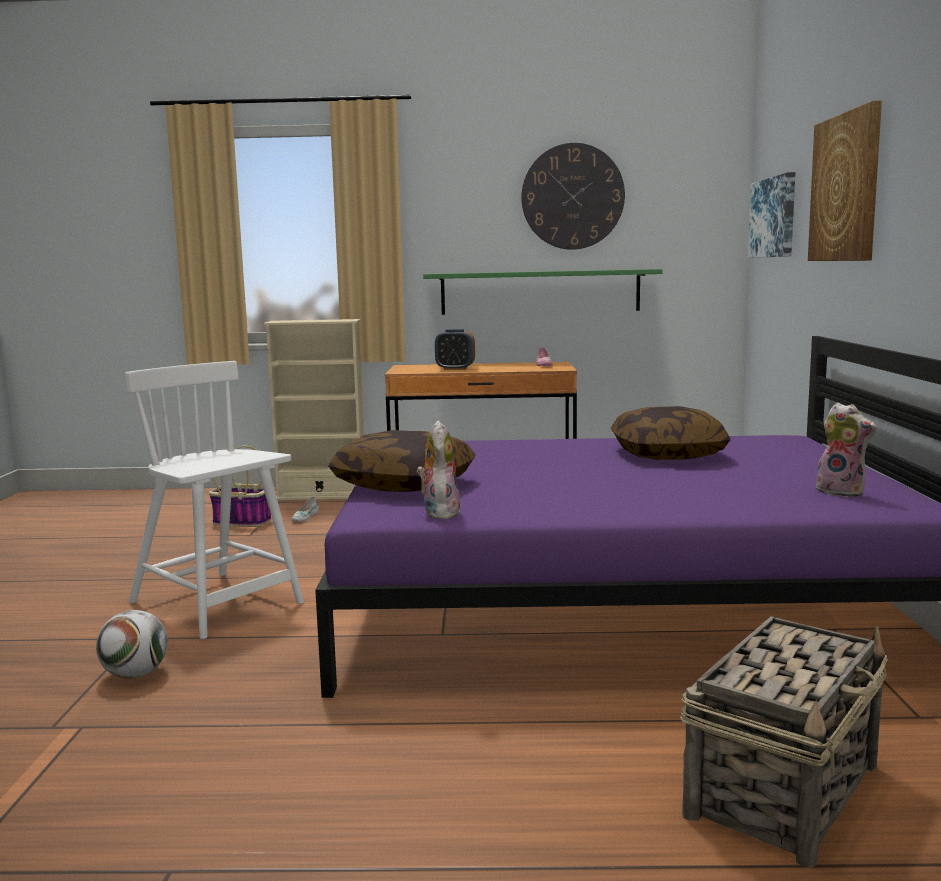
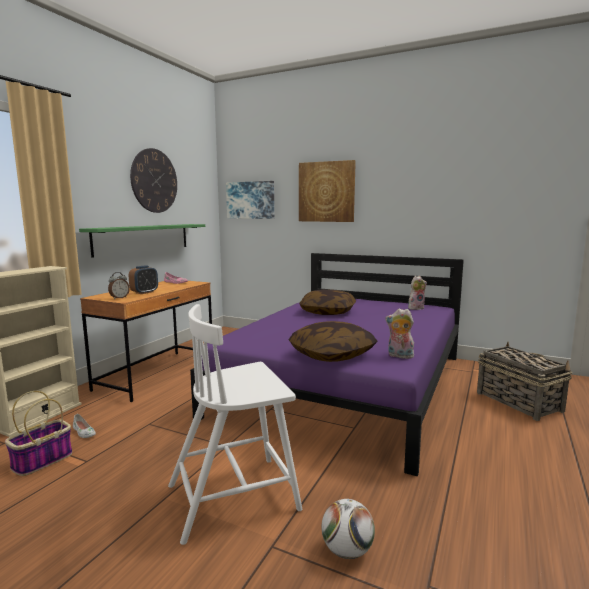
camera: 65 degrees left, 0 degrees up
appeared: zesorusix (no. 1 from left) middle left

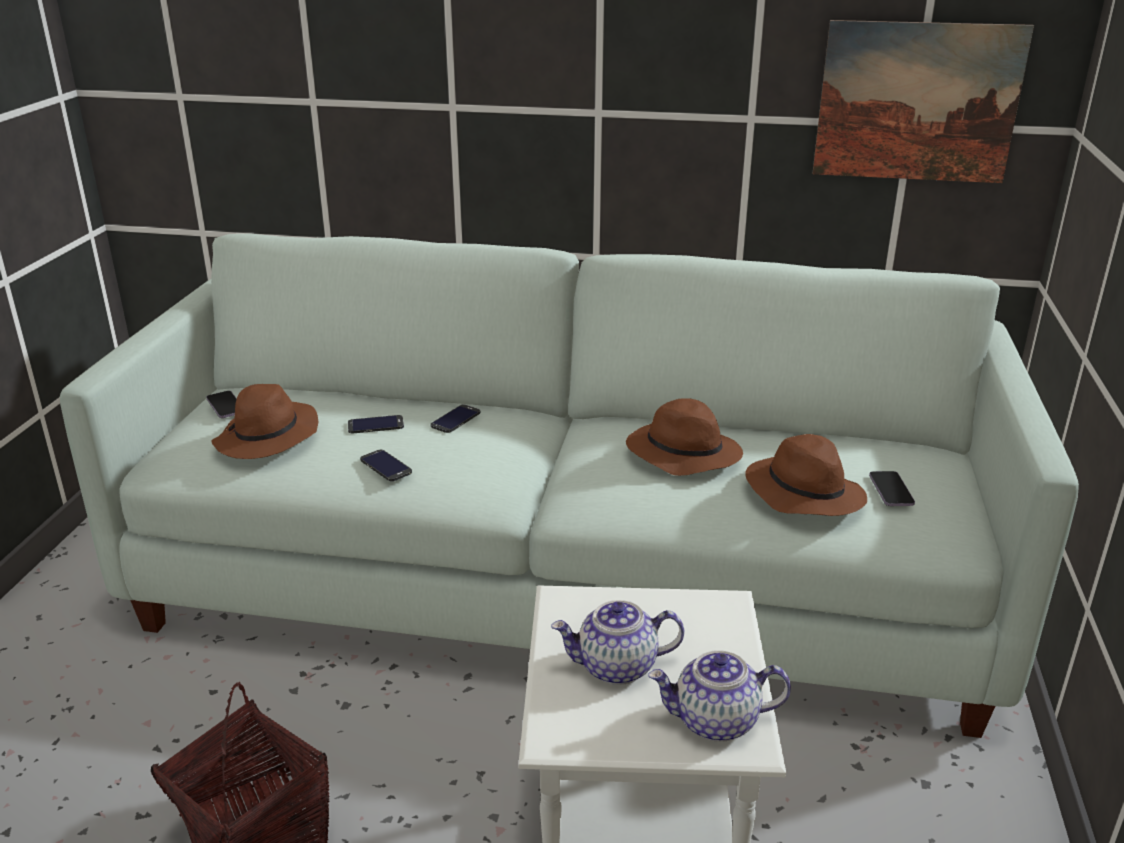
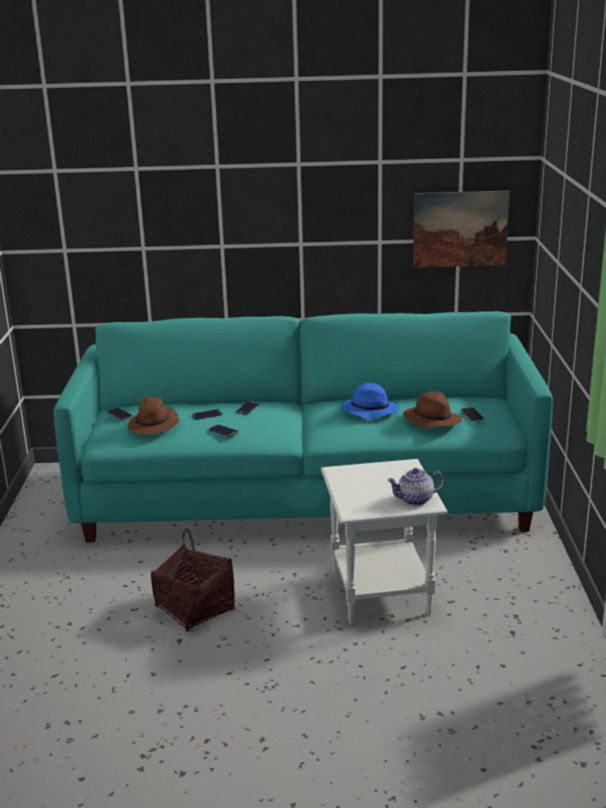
camera: 10 degrees left, 5 degrees down
missing: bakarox (no. 1 from left) bottom centre
colour: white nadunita centre to turquoise nadunita centre; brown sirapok (no. 2 from left) centre to blue sirapok centre

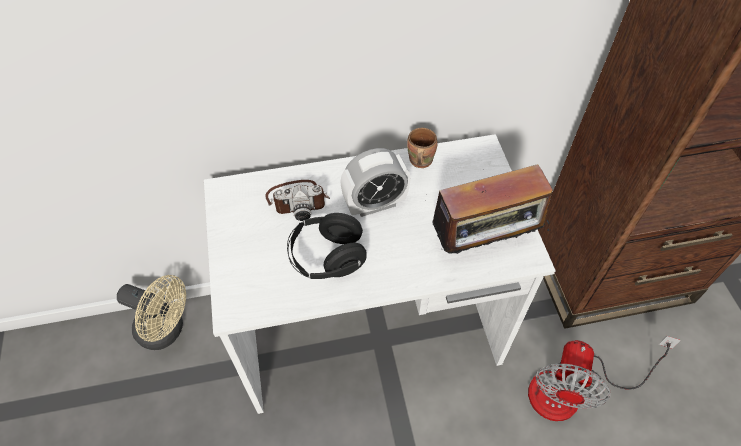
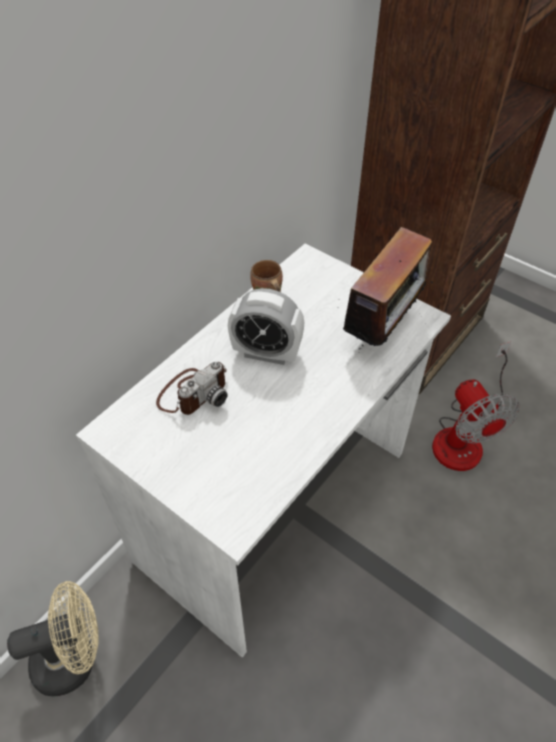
camera: 40 degrees left, 5 degrees down
missing: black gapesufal centre
spun: zesorusix centre = centre 75 degrees clockwise

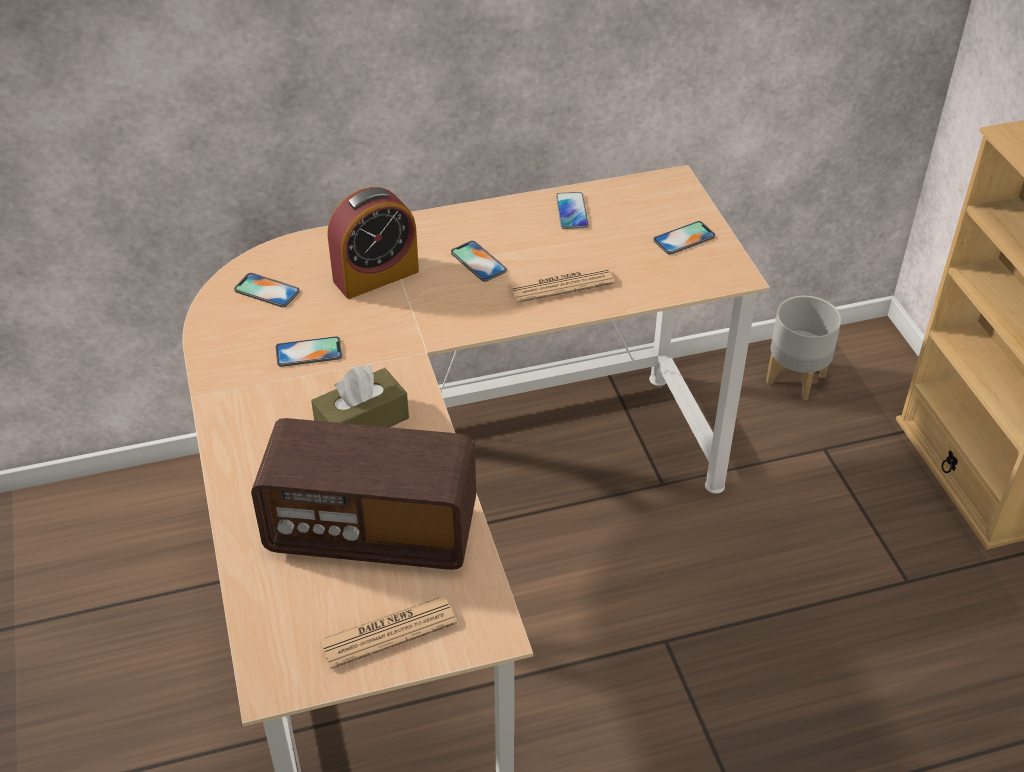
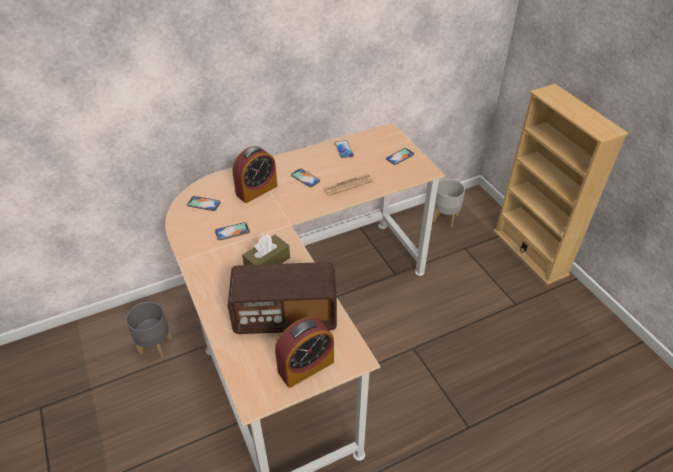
camera: 10 degrees left, 0 degrees up
appeared: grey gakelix (no. 1 from left) bottom left
exchanged: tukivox (no. 1 from left) bottom centre to zesorusix (no. 2 from left) bottom centre

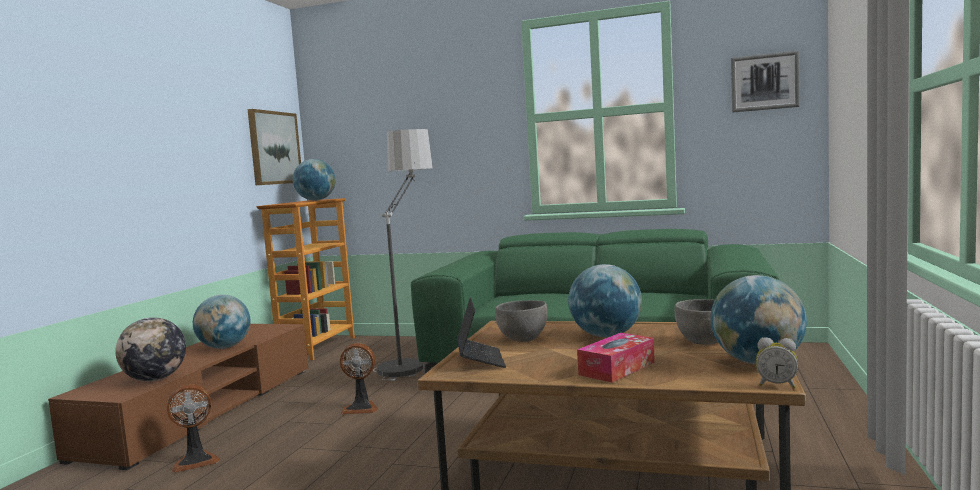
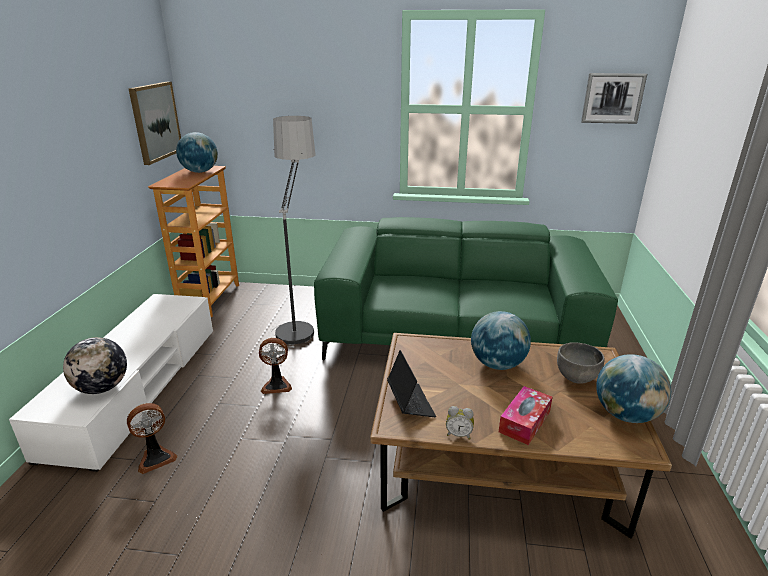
camera: 10 degrees left, 20 degrees up
missing: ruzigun (no. 2 from left) middle left; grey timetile (no. 1 from left) centre
relocated: zesorusix bottom right to bottom centre
colour: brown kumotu bottom left to white kumotu middle left

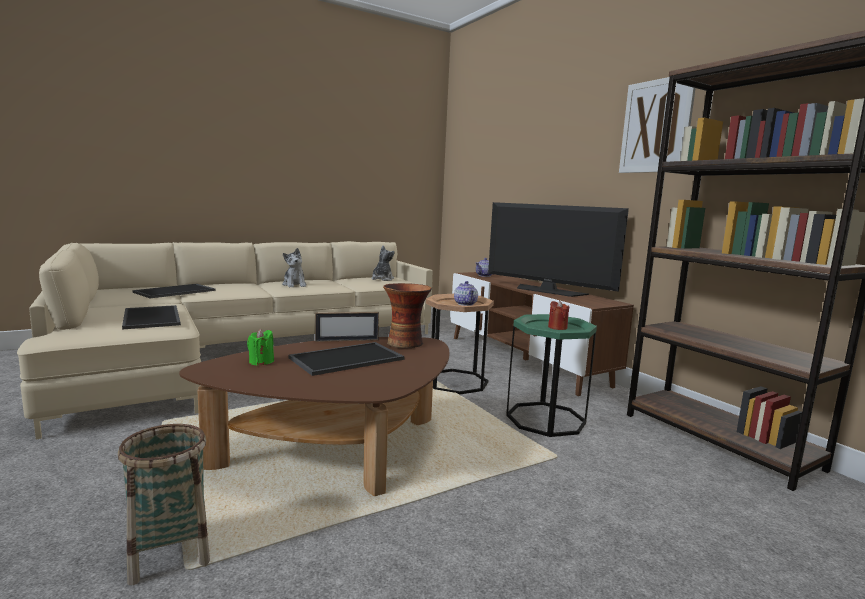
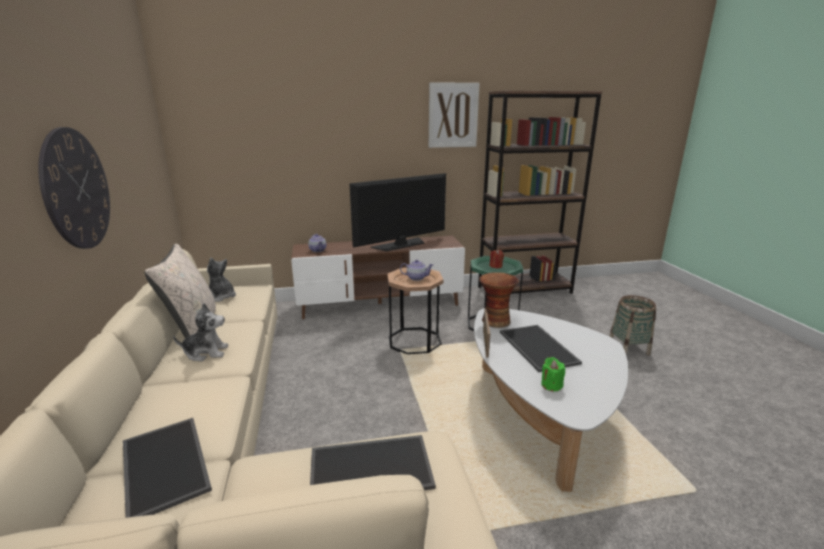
camera: 70 degrees left, 10 degrees up
appeared: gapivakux middle left; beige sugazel middle left
relocated: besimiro bottom left to middle right
colour: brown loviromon bottom centre to white loviromon bottom right

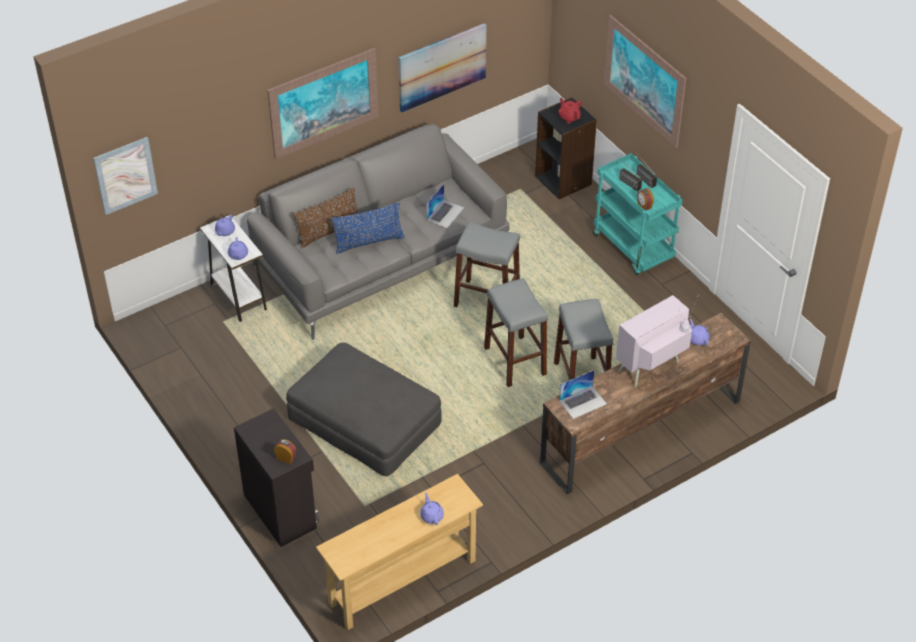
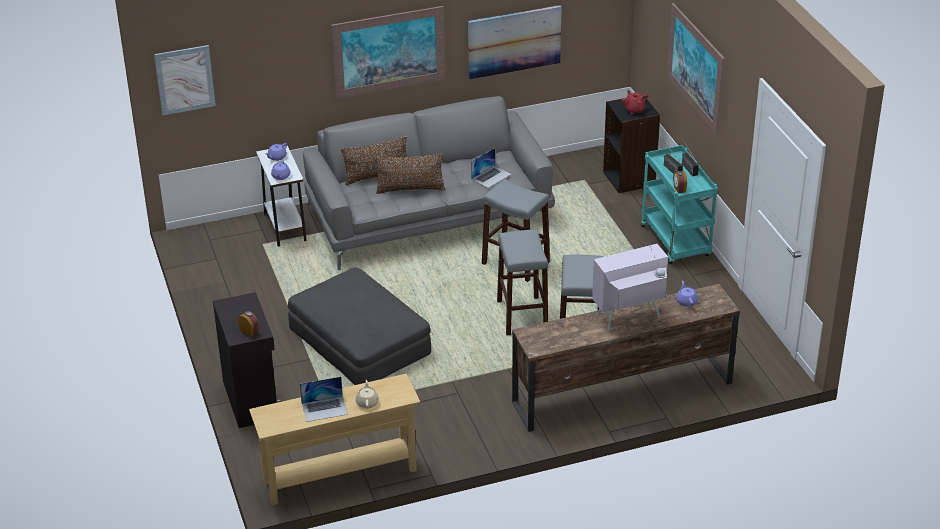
camera: 15 degrees right, 10 degrees down
relocated: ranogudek (no. 2 from left in the first image) centre to ranogudek (no. 1 from left) bottom centre
colour: blue sugazel centre to brown sugazel (no. 2 from left) top centre; purple bakarox (no. 3 from left) bottom centre to beige bakarox bottom centre

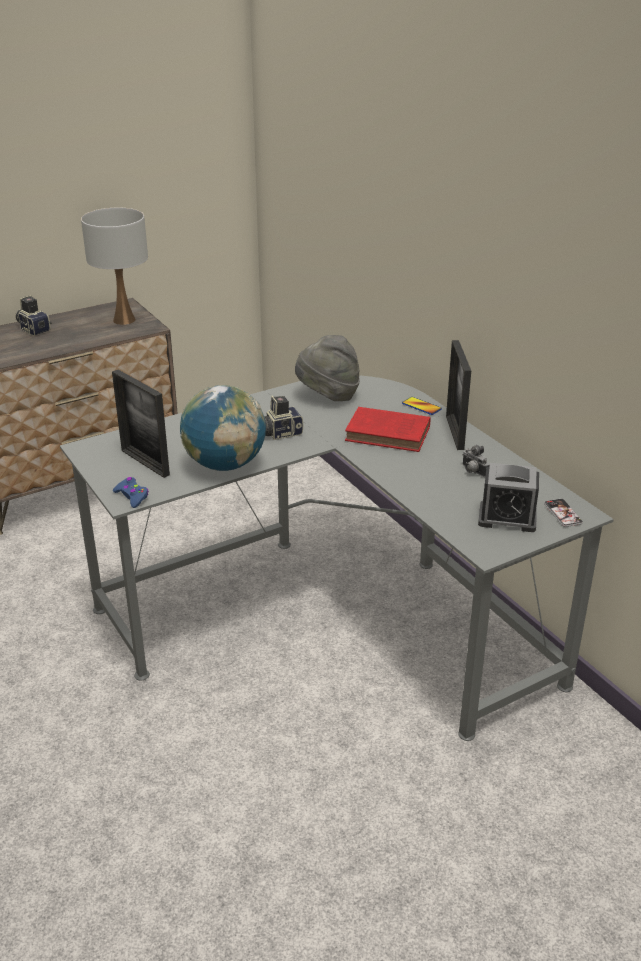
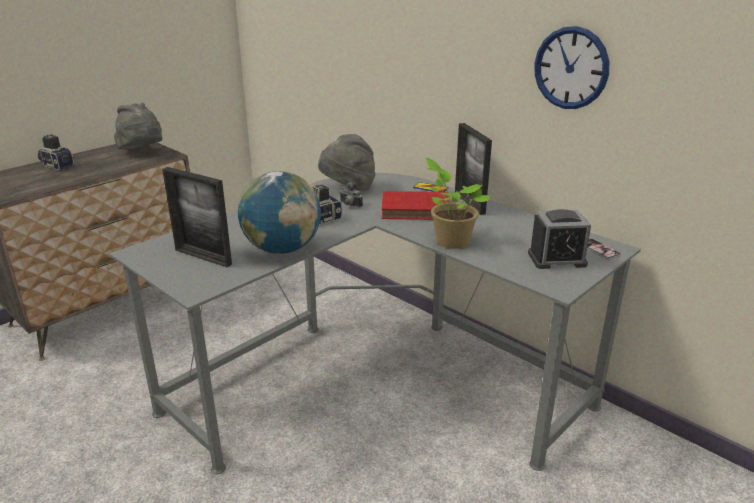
camera: 15 degrees left, 5 degrees down
missing: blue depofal middle left
appeared: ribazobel centre; gapivakux top right
relocated: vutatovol (no. 3 from left) middle right to centre
exchanged: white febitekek top left to grey sirapok (no. 1 from left) top left

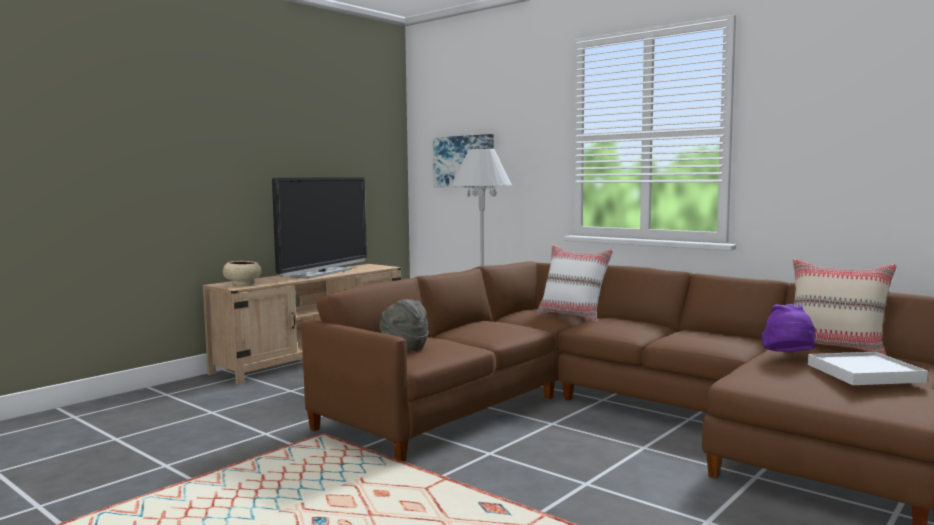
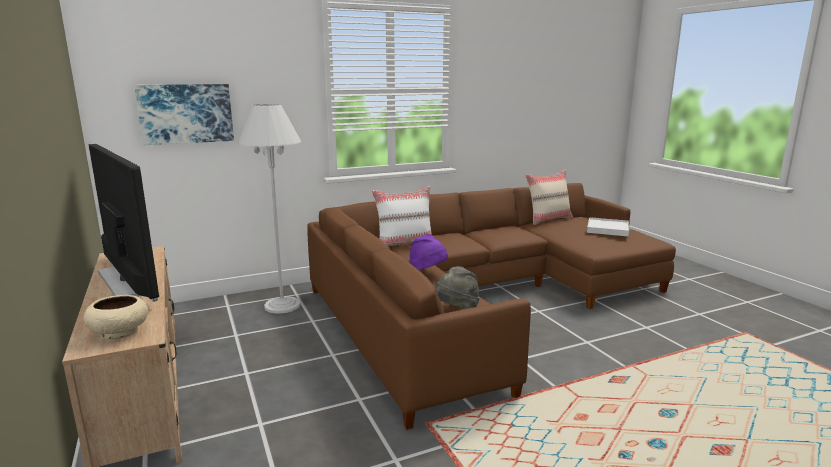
camera: 65 degrees left, 10 degrees up
relocated: purple sirapok middle right to centre

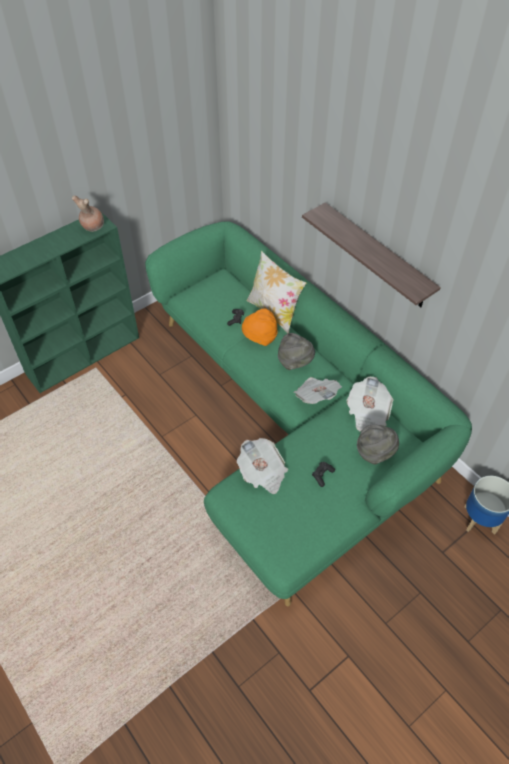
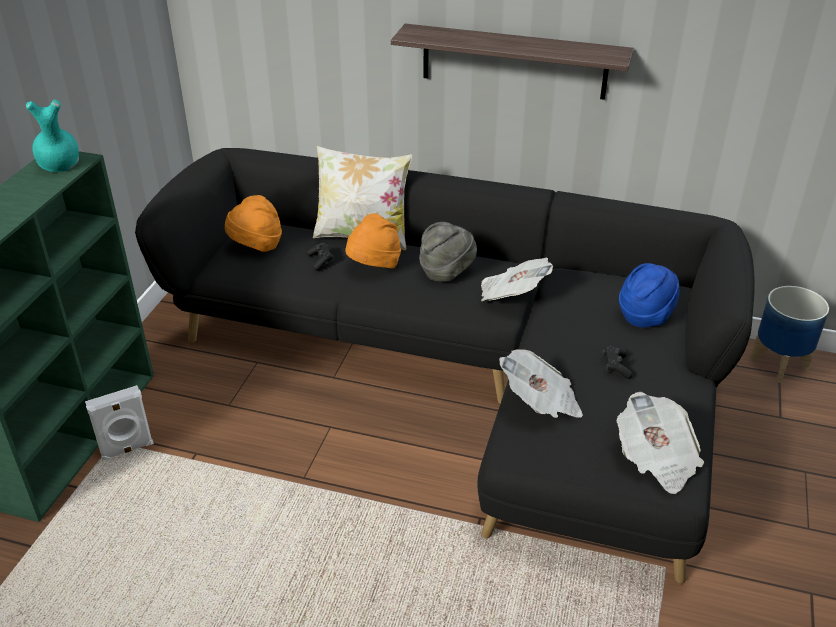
camera: 35 degrees left, 15 degrees down
appeared: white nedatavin bottom left; orange sirapok (no. 1 from left) middle left
relocated: tukivox (no. 3 from left) middle right to bottom right
colour: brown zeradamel top left to turquoise zeradamel top left; green nadunita centre to black nadunita centre; grey sirapok (no. 2 from left) middle right to blue sirapok middle right

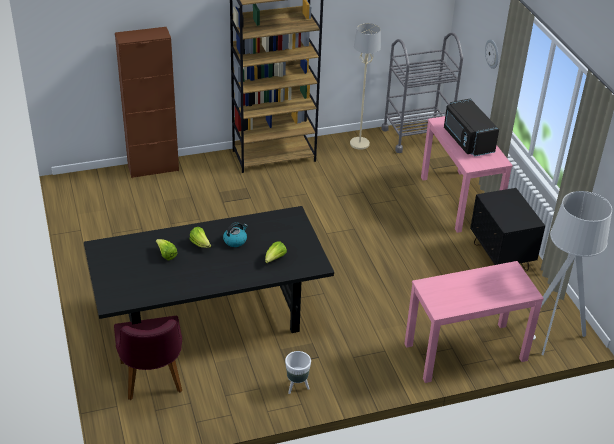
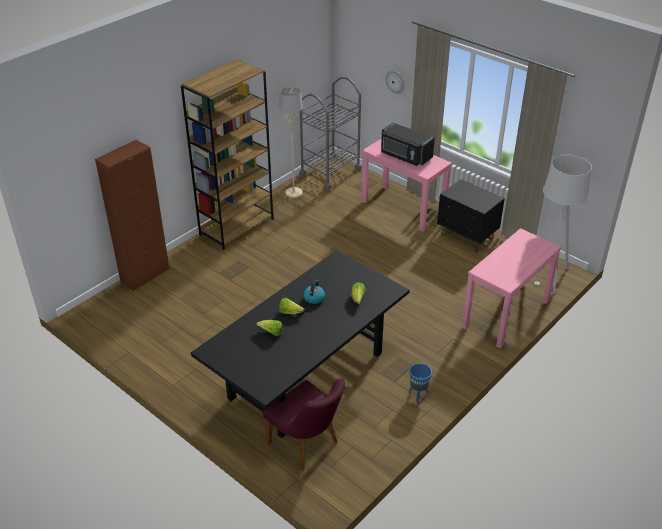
camera: 30 degrees left, 0 degrees up
colour: white gakelix bottom centre to blue gakelix bottom centre

